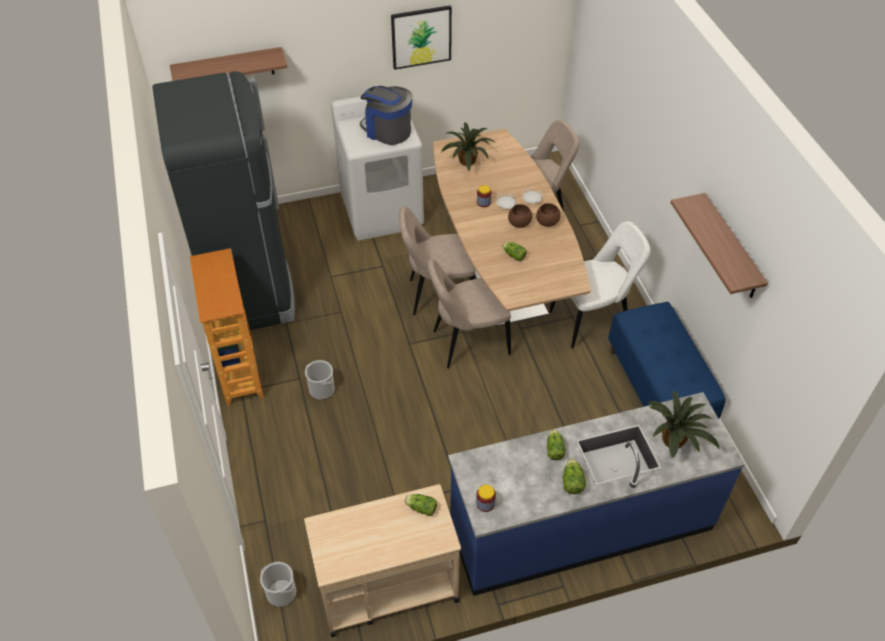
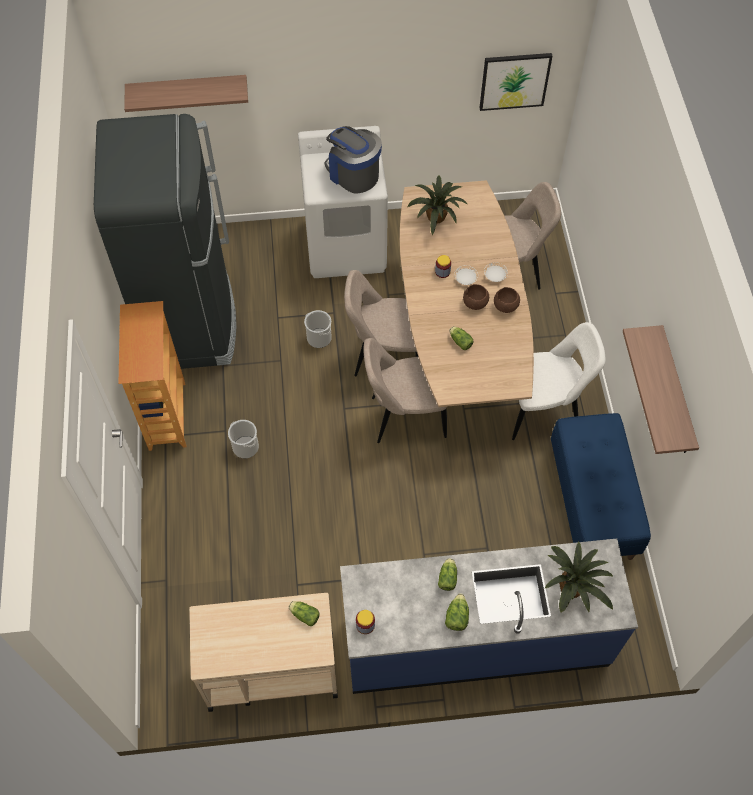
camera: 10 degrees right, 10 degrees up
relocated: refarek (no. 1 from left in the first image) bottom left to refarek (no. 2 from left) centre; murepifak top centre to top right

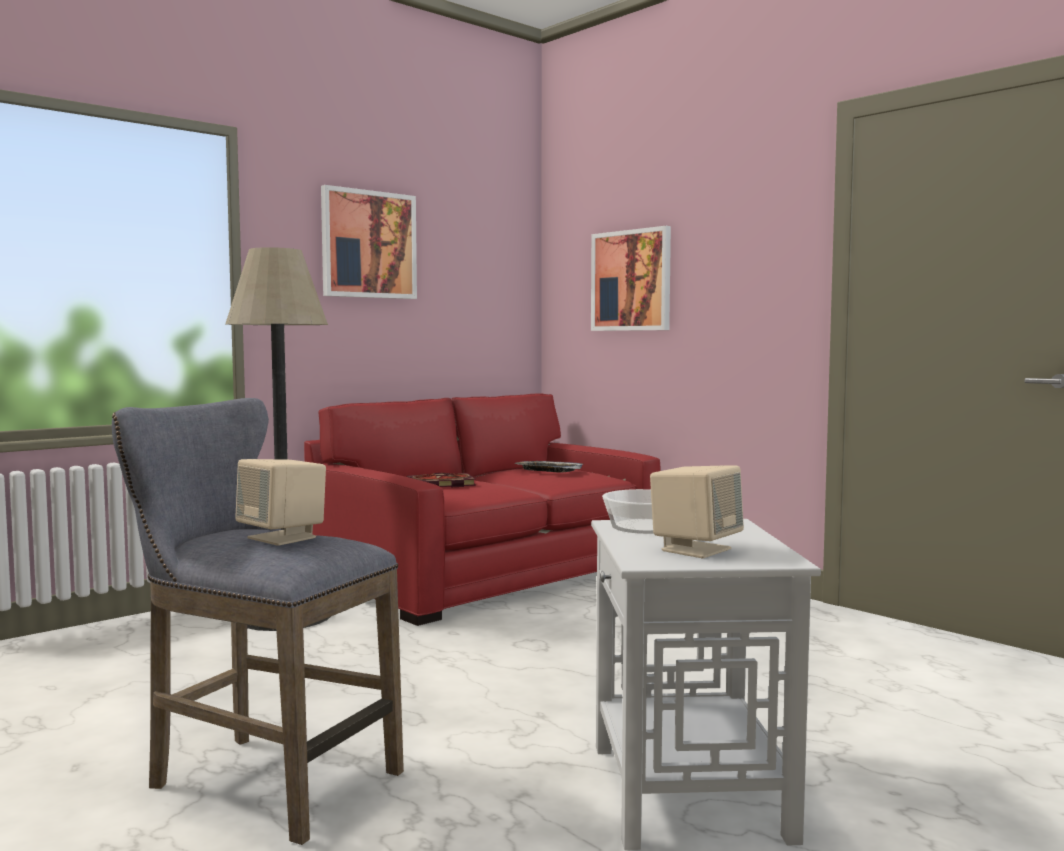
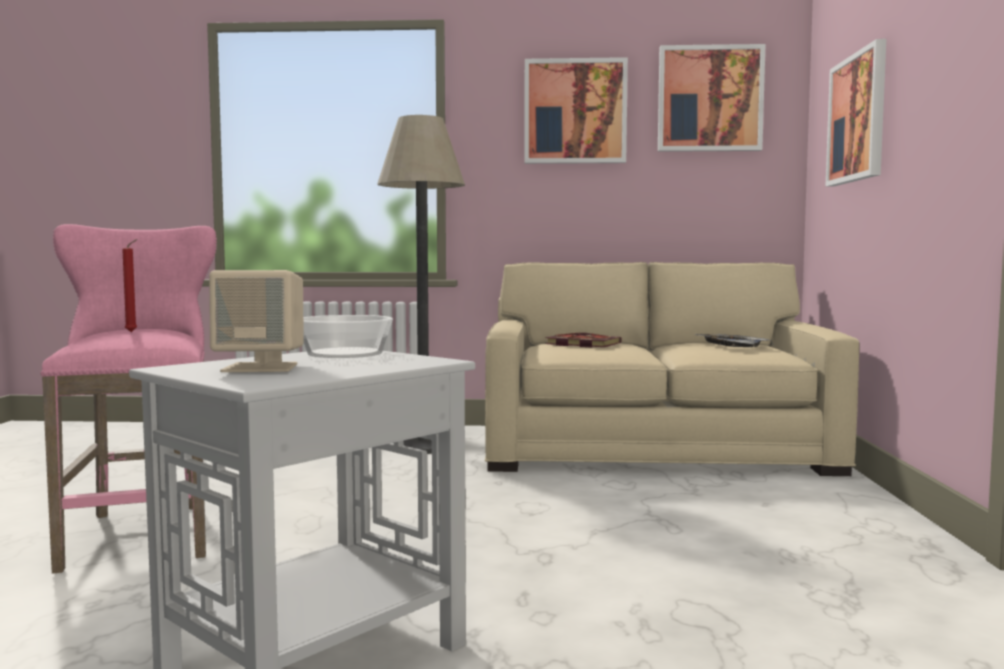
camera: 45 degrees right, 0 degrees up
appeared: murepifak (no. 2 from left) top right
exchanged: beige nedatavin (no. 1 from left) middle left to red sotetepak middle left
colour: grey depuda bottom left to pink depuda middle left; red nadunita centre to beige nadunita middle right

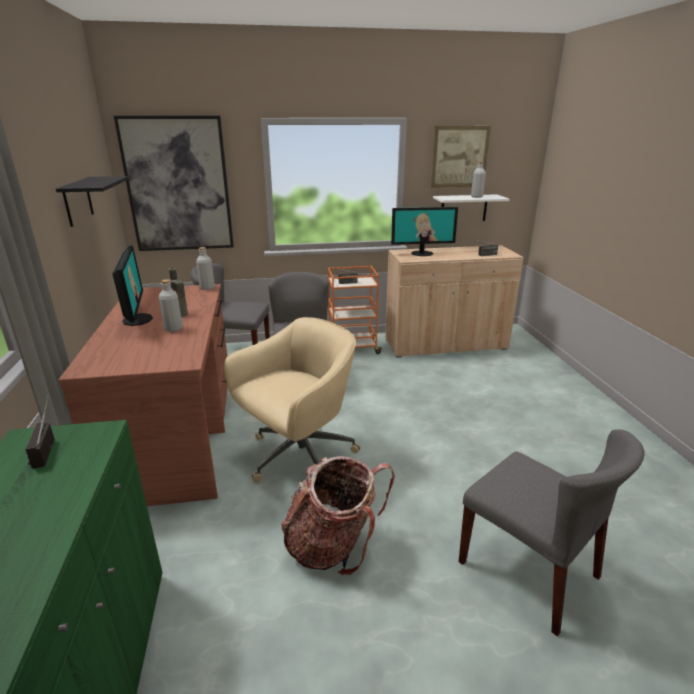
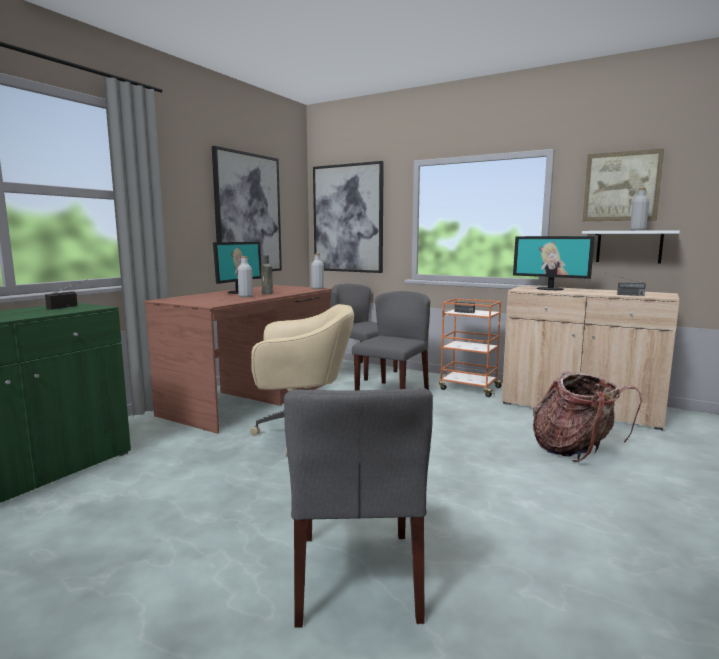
camera: 40 degrees right, 15 degrees down
relocated: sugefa bottom centre to middle right
exchanged: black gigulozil top left to murepifak (no. 1 from left) top centre

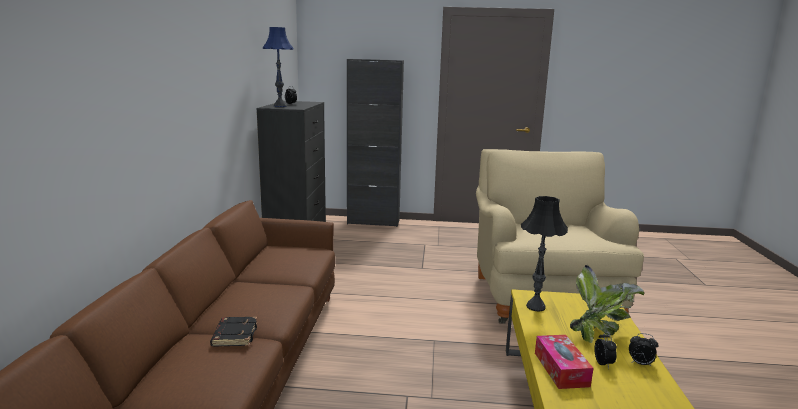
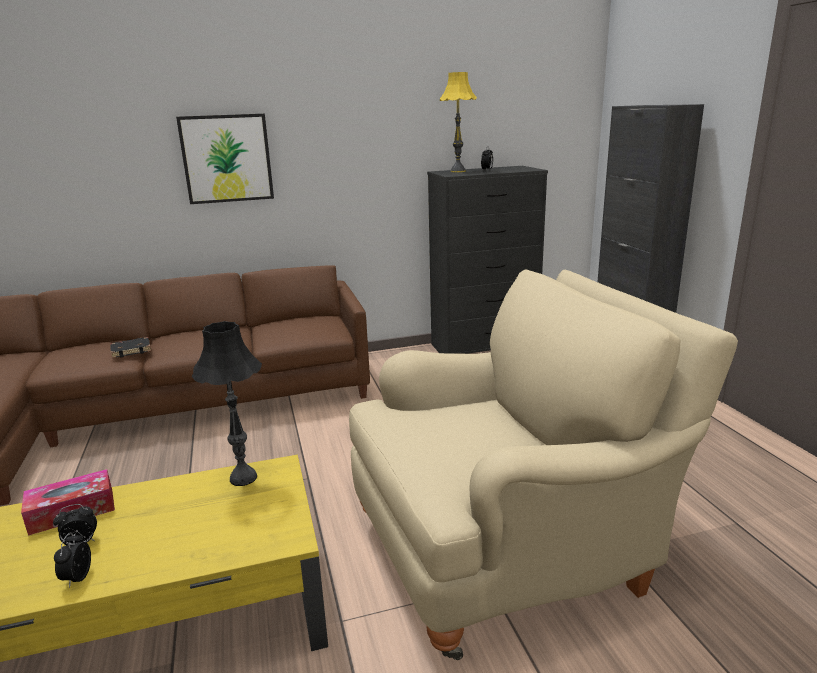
camera: 70 degrees right, 5 degrees up
missing: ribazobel bottom right
appeared: murepifak top left
colour: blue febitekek top centre to yellow febitekek top centre

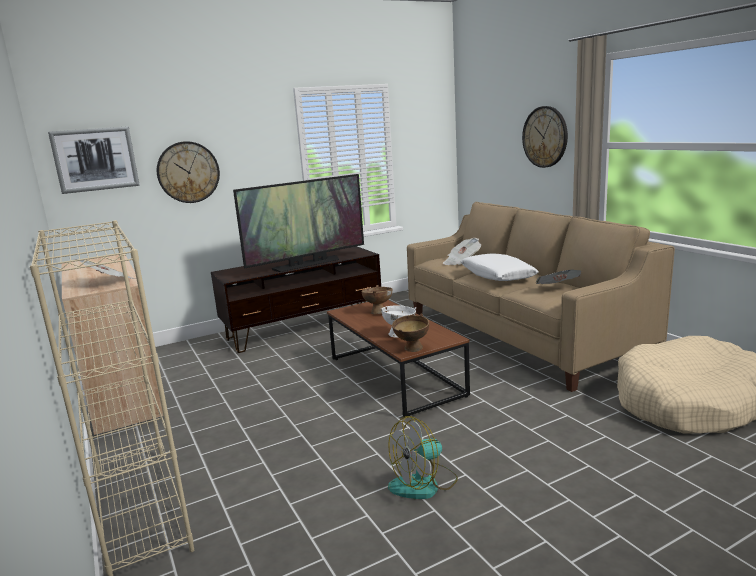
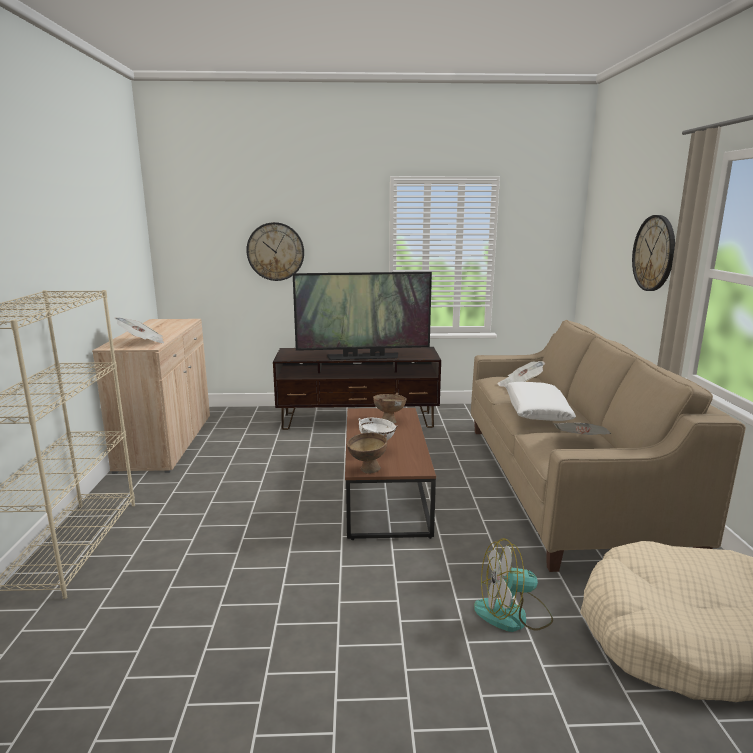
camera: 25 degrees right, 0 degrees up
missing: murepifak top left
relocated: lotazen bottom centre to bottom right

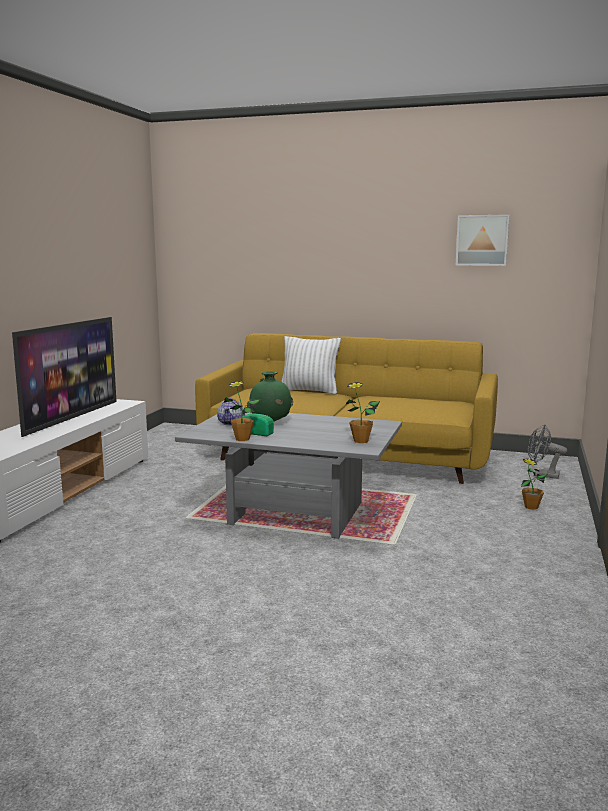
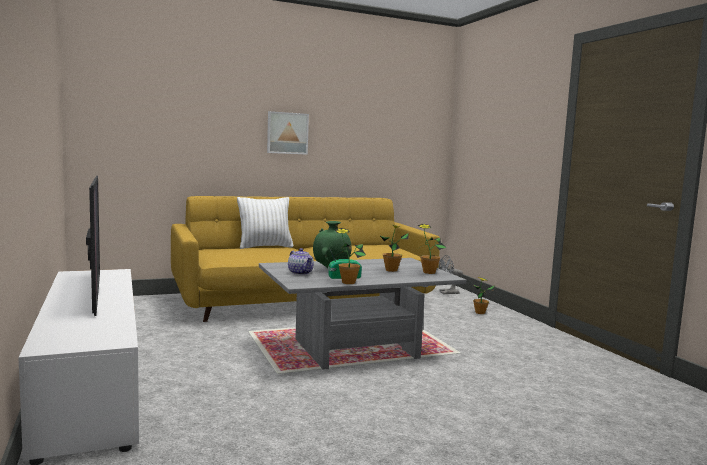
camera: 40 degrees left, 5 degrees down
appeared: ribazobel (no. 2 from left) centre
relocated: murepifak top right to top centre

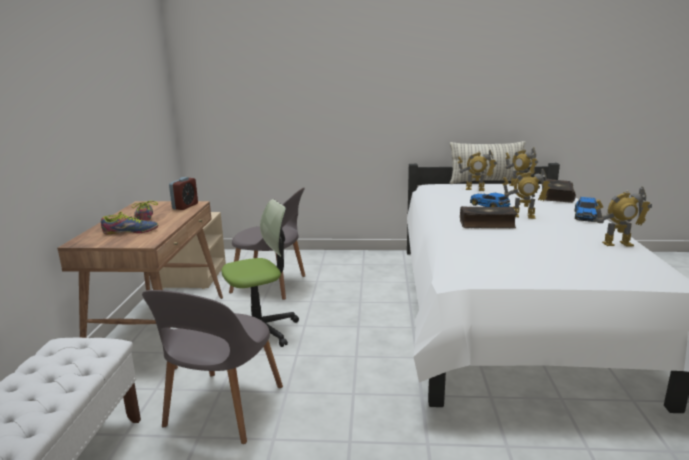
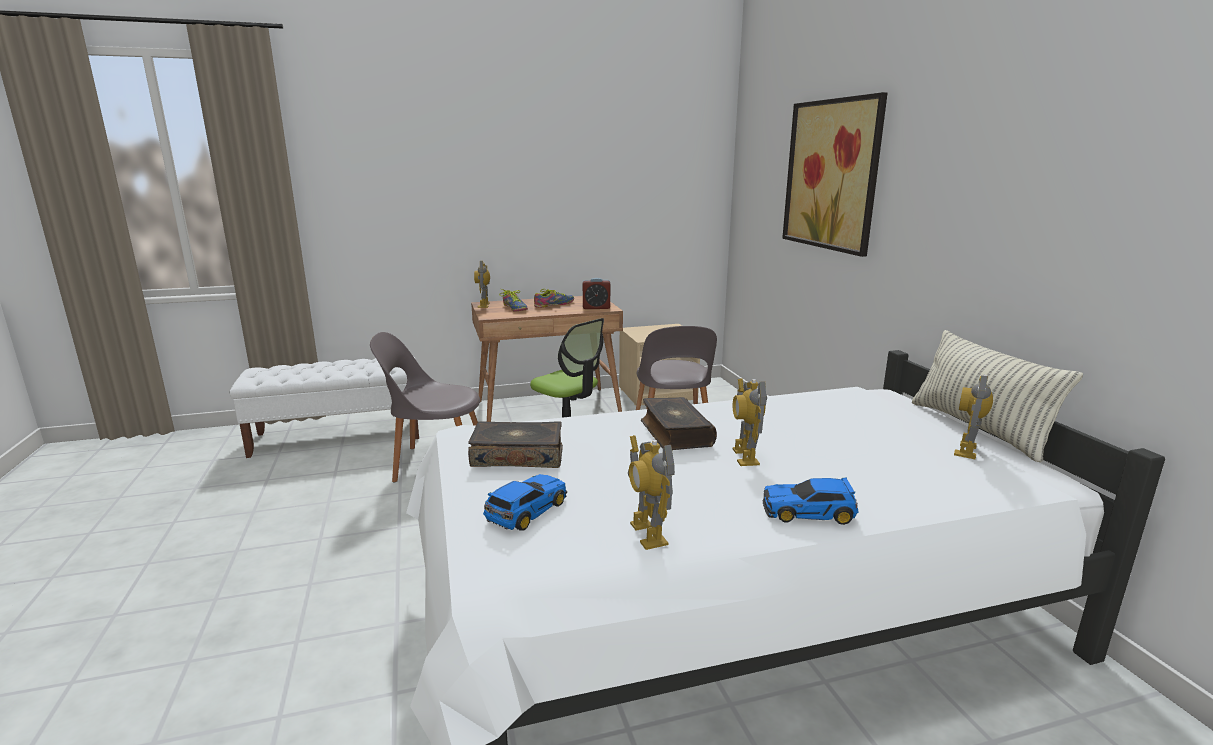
camera: 70 degrees right, 0 degrees up
appeared: murepifak top right
relocated: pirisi (no. 1 from left) middle right to centre; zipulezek (no. 1 from left) middle right to bottom centre; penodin (no. 2 from left in the first image) middle right to penodin (no. 1 from left) centre

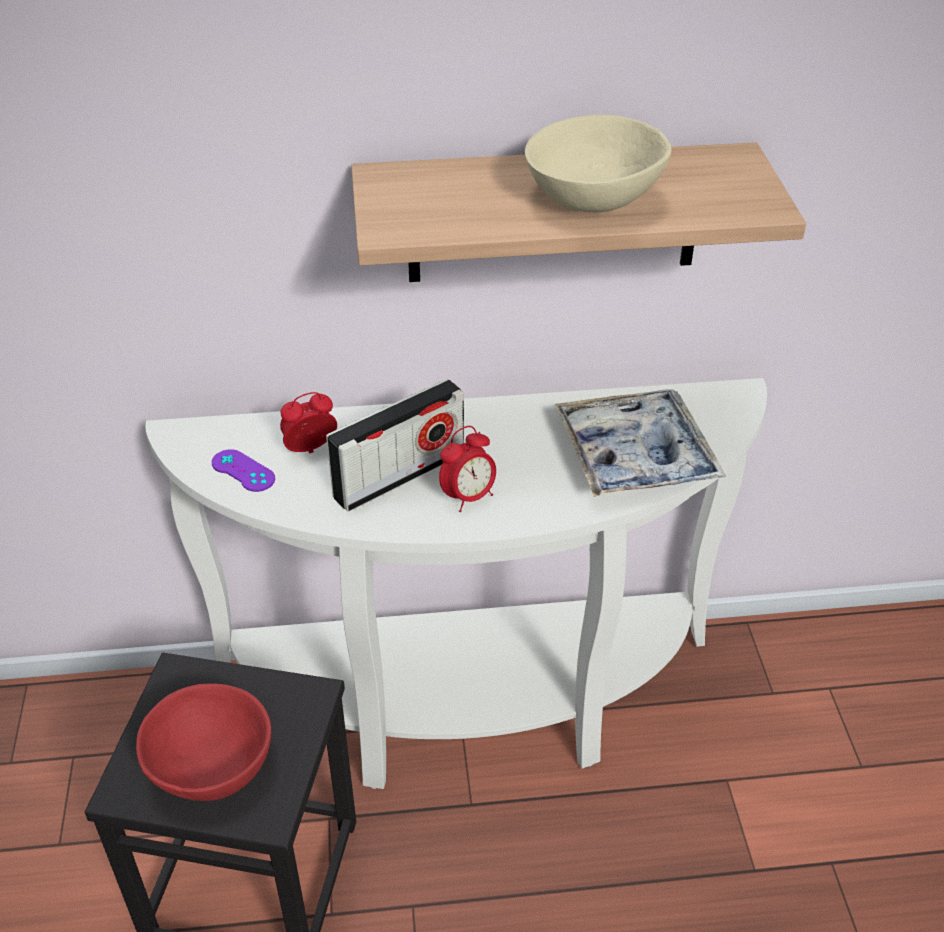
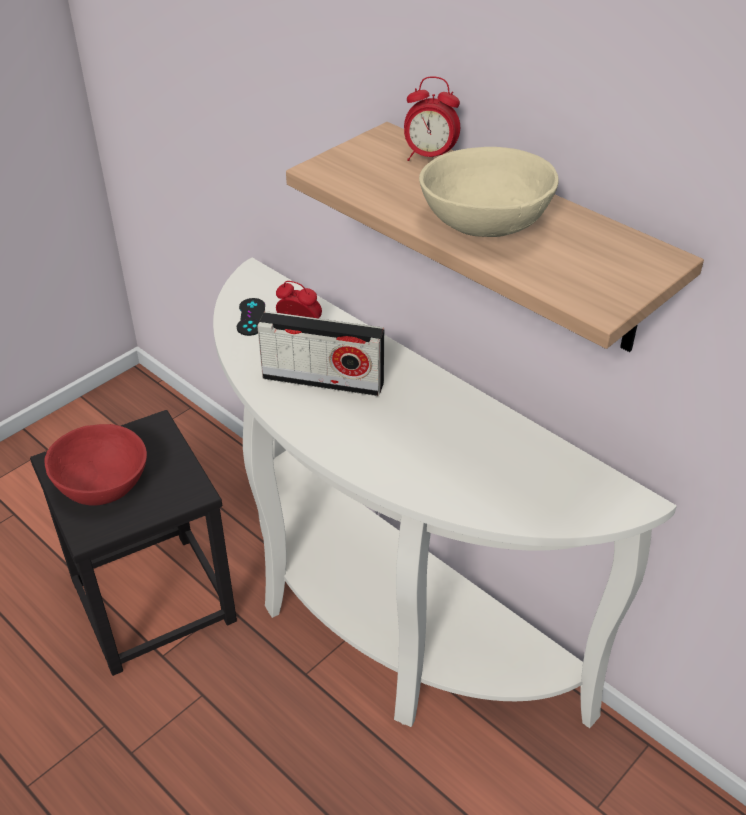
camera: 50 degrees right, 0 degrees up
missing: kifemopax middle right
relocated: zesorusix (no. 2 from left) centre to top centre
colour: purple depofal middle left to black depofal centre

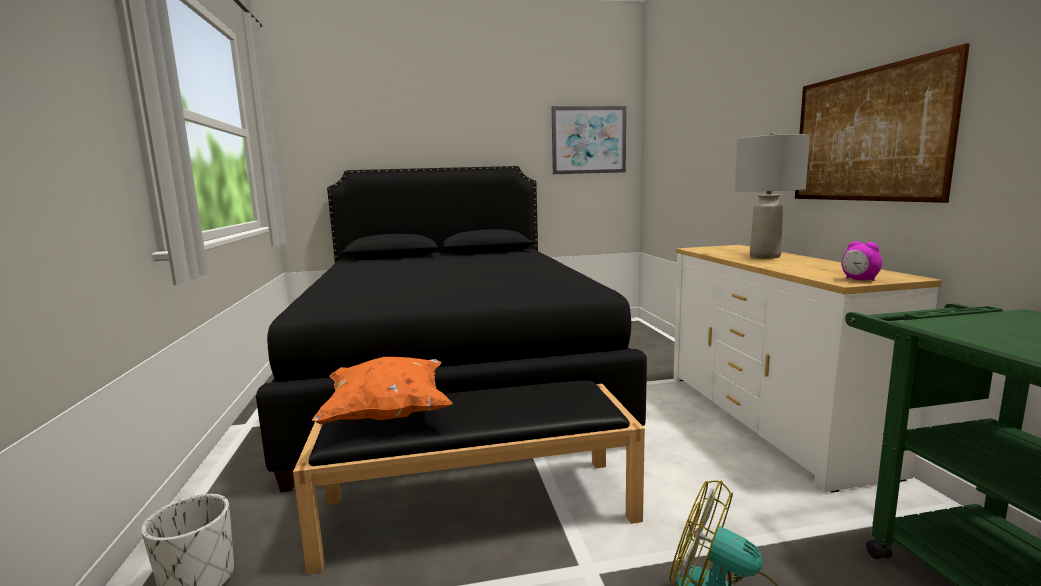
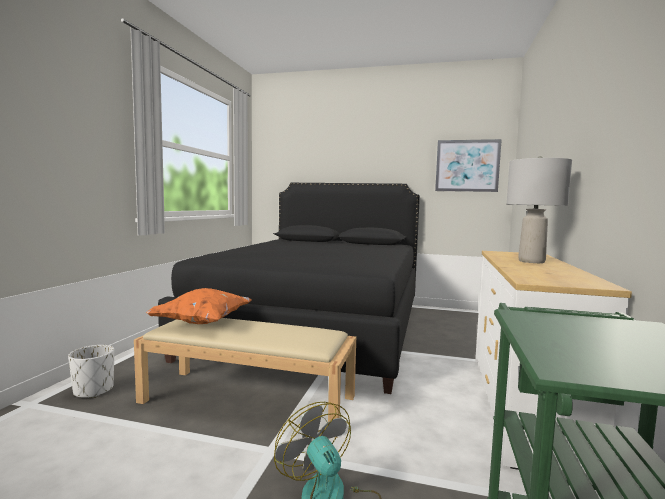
camera: 25 degrees right, 5 degrees down
missing: murepifak (no. 2 from left) top right; zesorusix middle right
colour: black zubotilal bottom centre to beige zubotilal bottom centre

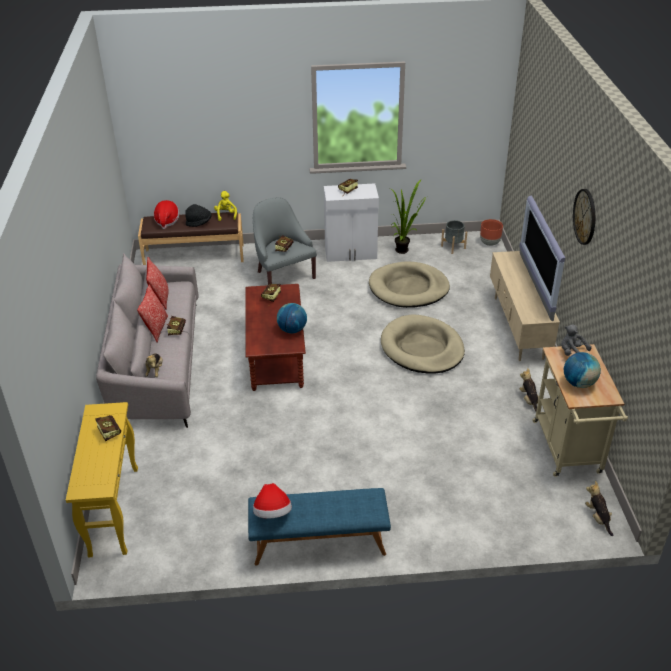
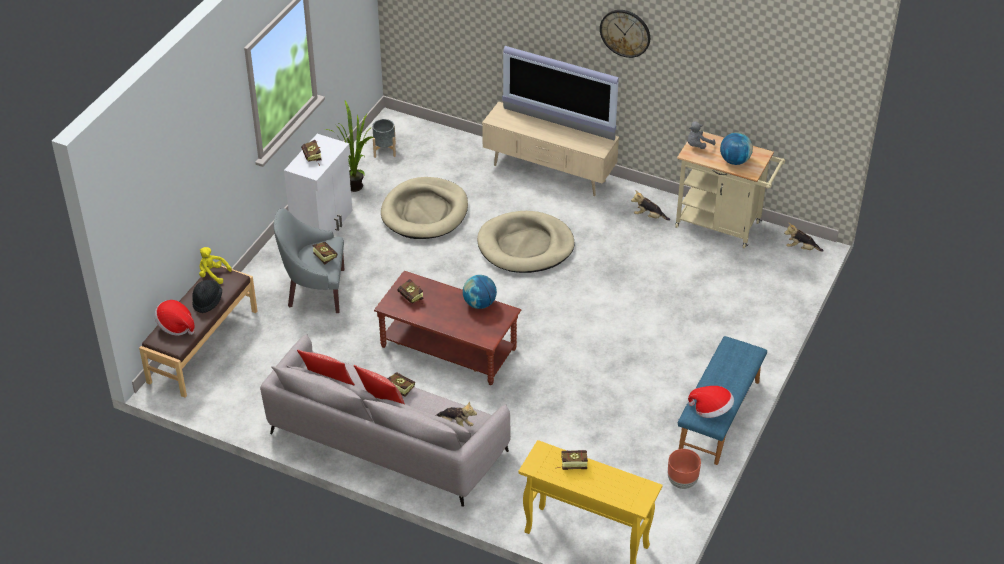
camera: 60 degrees left, 5 degrees up
relocated: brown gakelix middle right to bottom right

